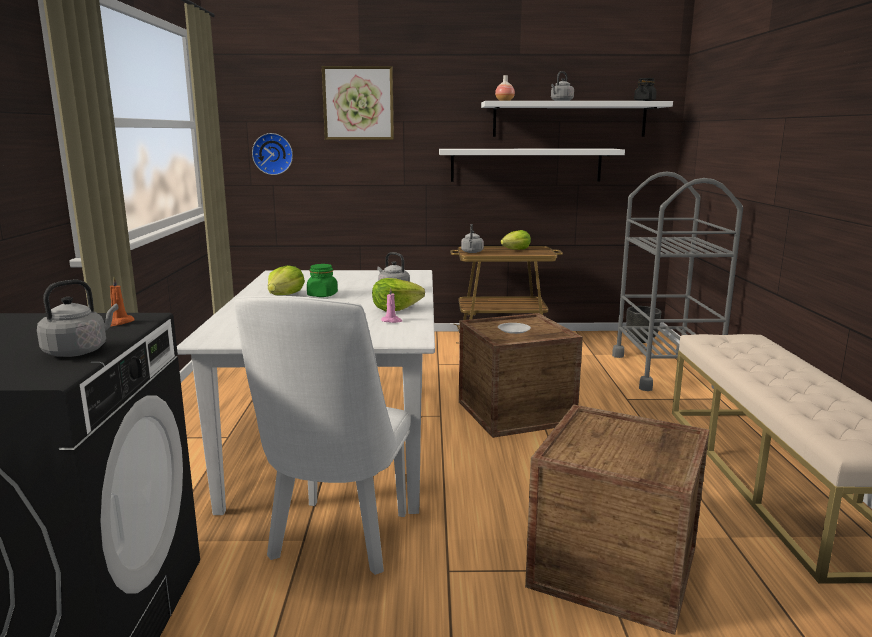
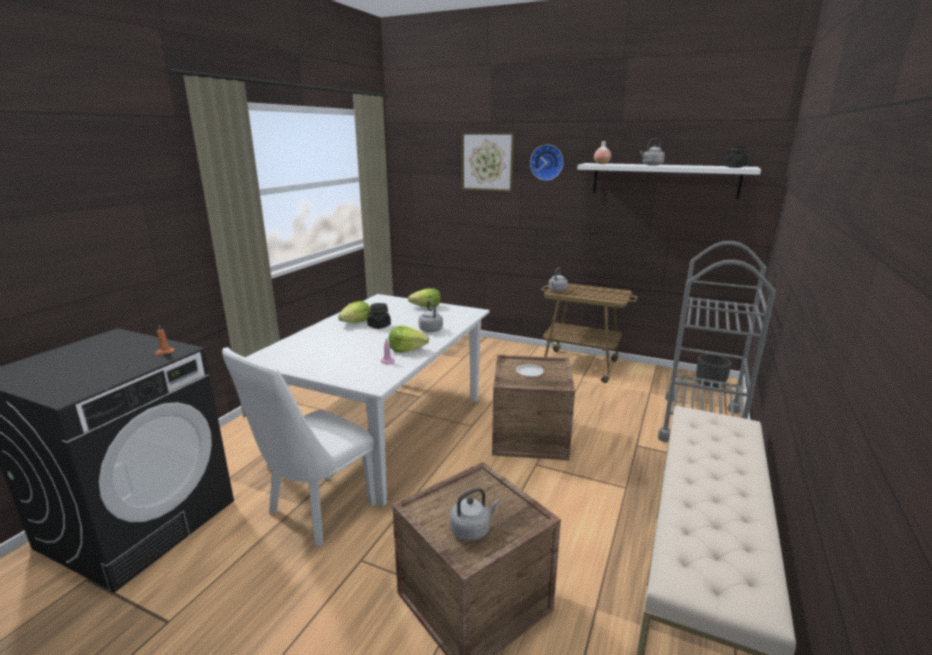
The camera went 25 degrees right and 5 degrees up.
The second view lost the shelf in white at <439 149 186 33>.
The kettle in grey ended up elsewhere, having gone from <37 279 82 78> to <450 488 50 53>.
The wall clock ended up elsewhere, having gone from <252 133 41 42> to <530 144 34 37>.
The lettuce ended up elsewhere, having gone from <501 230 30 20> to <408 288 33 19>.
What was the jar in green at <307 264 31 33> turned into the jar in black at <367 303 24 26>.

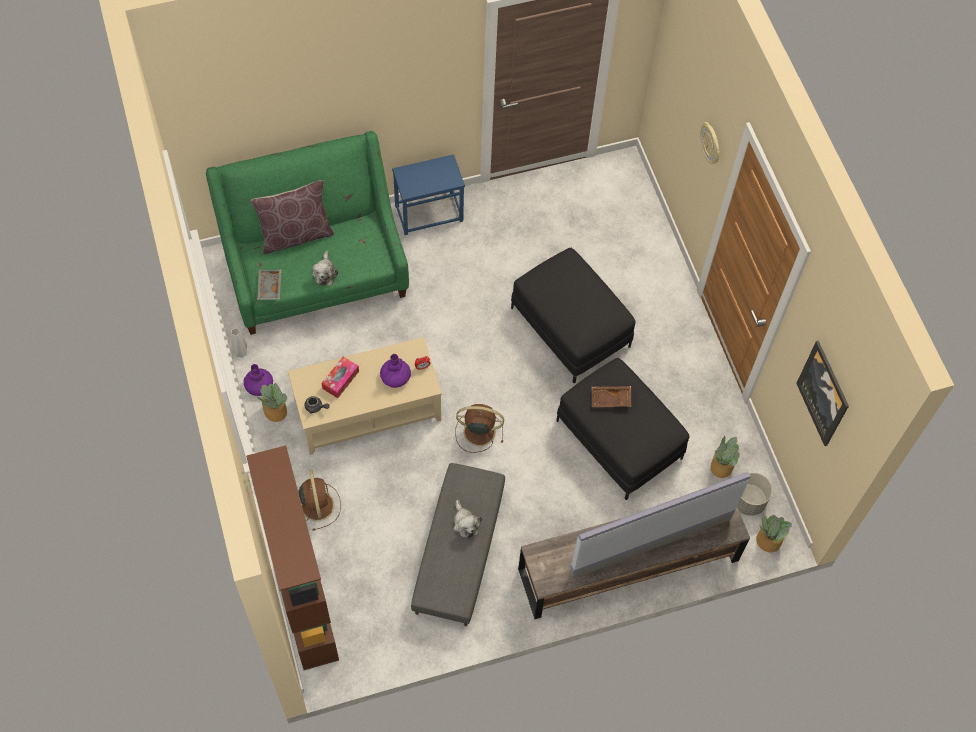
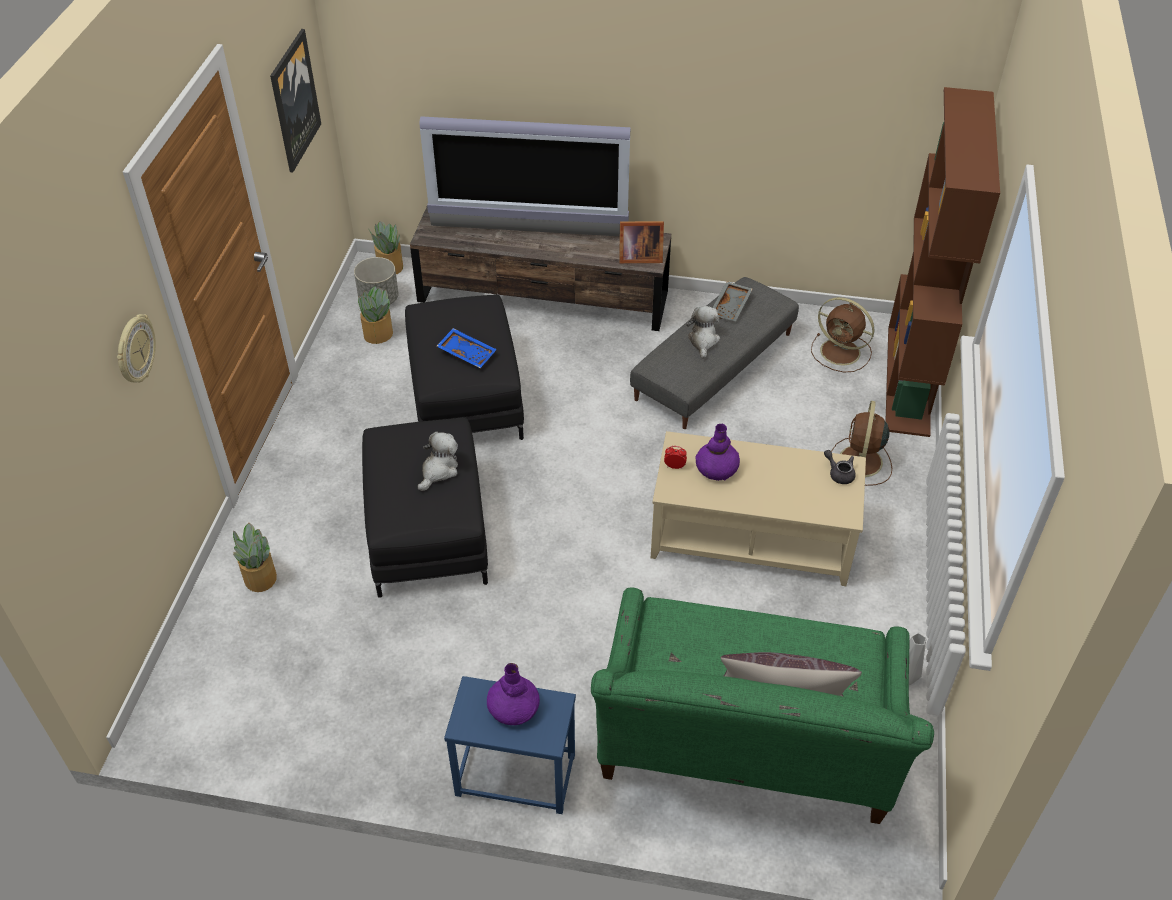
The camera went 150 degrees left and 15 degrees down.
The second view lost the tissue box at <322 357 37 41>.
The second view gained the picture frame at <619 221 45 42>.
The vase in purple ended up elsewhere, having gone from <244 364 29 32> to <487 663 53 62>.
The tray in grey ended up elsewhere, having gone from <257 270 24 30> to <712 281 40 40>.
The potted plant ended up elsewhere, having gone from <257 383 30 39> to <233 523 44 69>.
The plush toy ended up elsewhere, having gone from <312 251 26 35> to <418 432 40 59>.
The fan in brown ended up elsewhere, having gone from <455 404 49 49> to <811 297 63 75>.
What was the tray in brown at <592 386 39 21> turned into the tray in blue at <437 328 60 40>.

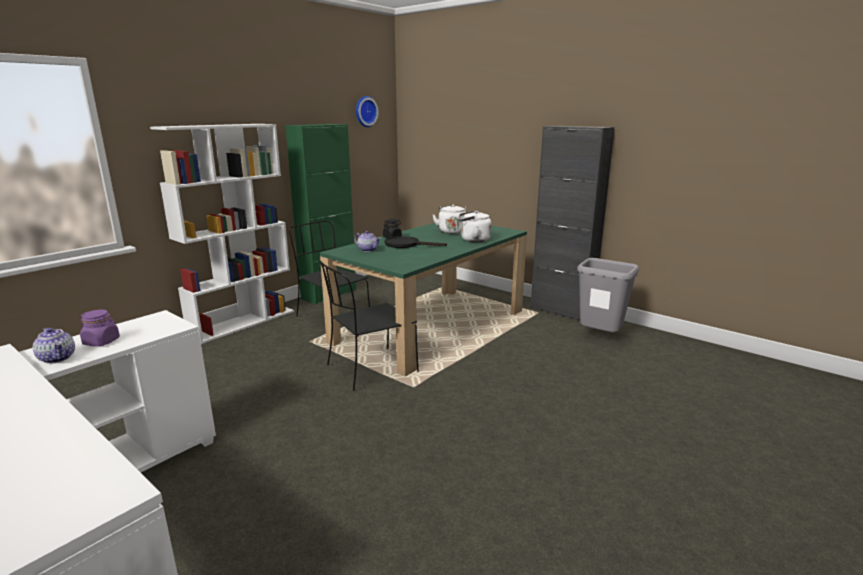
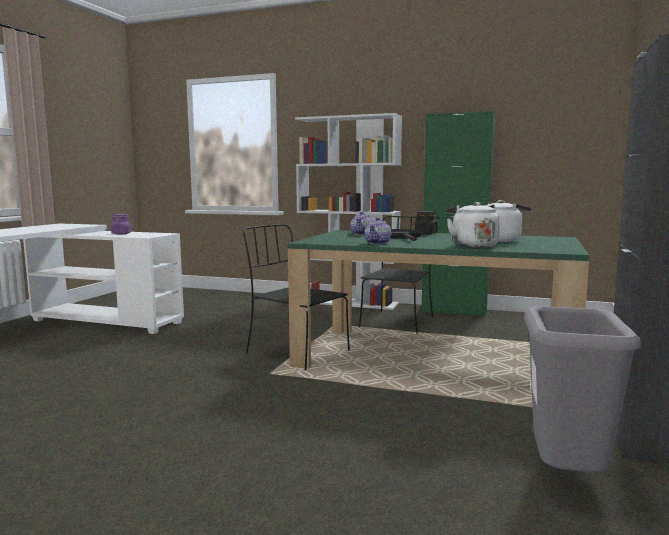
The camera went 70 degrees right and 10 degrees down.
The second view lost the wall clock at <356 96 23 31>.
The teapot ended up elsewhere, having gone from <33 328 42 36> to <365 217 26 27>.

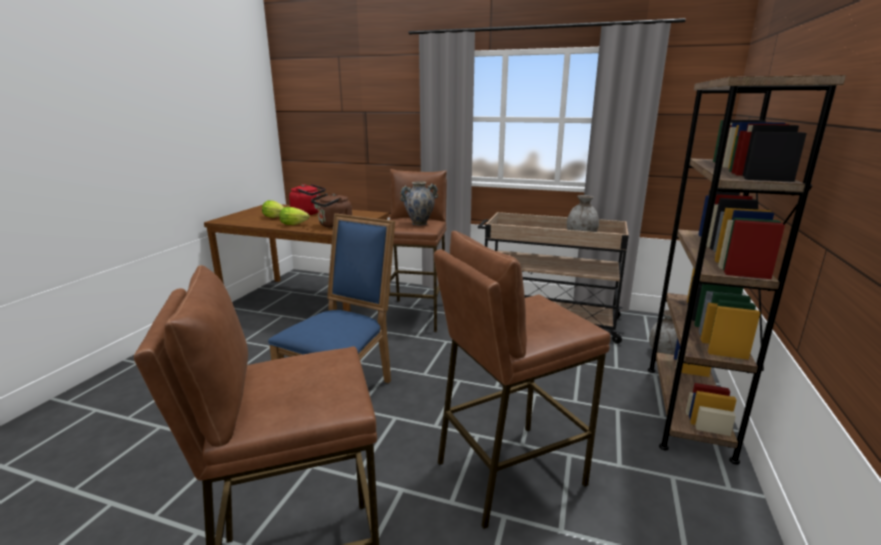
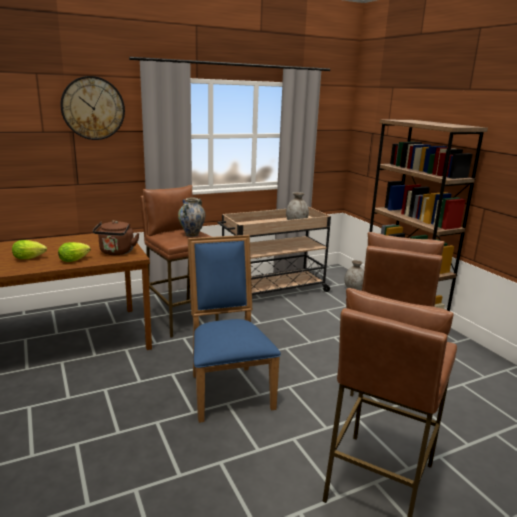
The camera went 45 degrees left and 0 degrees up.
The second view lost the kettle in red at <289 184 37 31>.
The second view gained the wall clock at <60 76 65 64>.

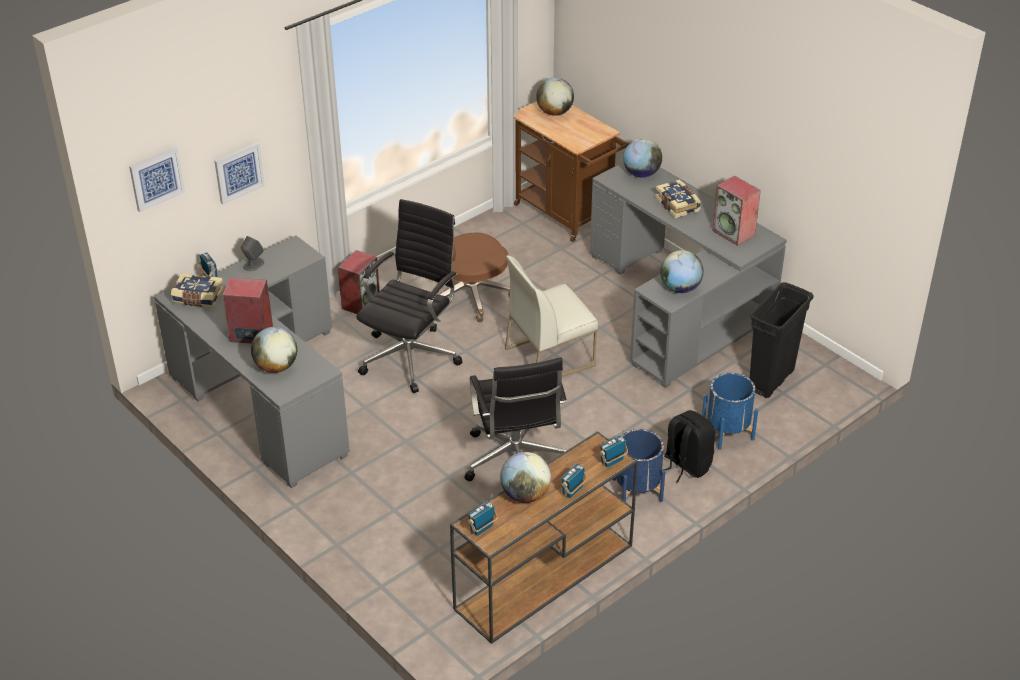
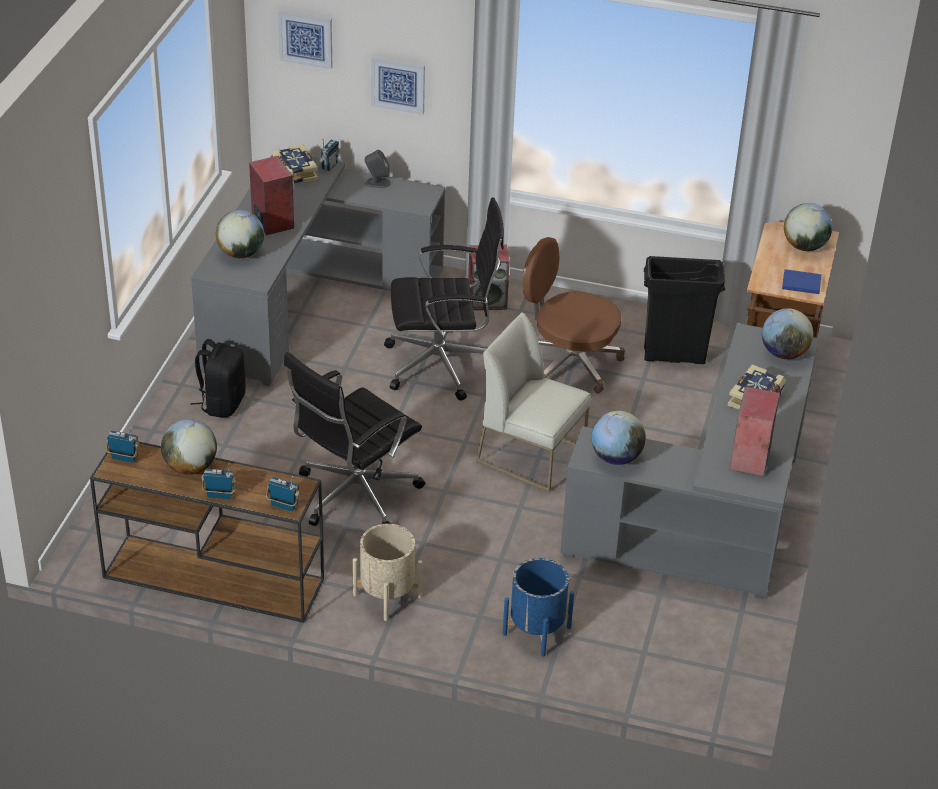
The camera went 55 degrees right and 0 degrees up.
The second view gained the book in blue at <782 269 39 25>.
The backpack in black ended up elsewhere, having gone from <663 410 52 73> to <191 339 55 79>.
The trash can in black ended up elsewhere, having gone from <750 282 64 116> to <644 256 81 108>.
What was the planter in blue at <612 429 53 73> turned into the planter in beige at <353 524 69 97>.

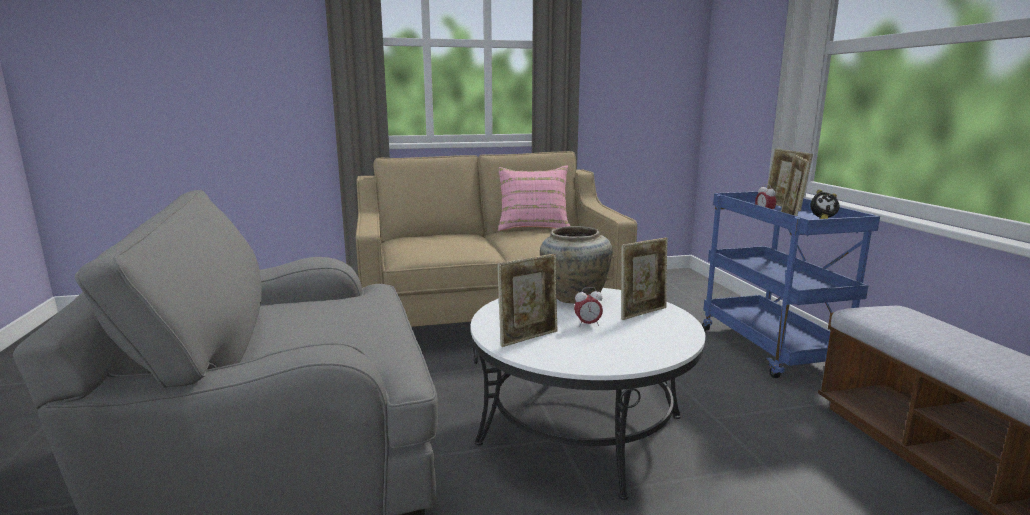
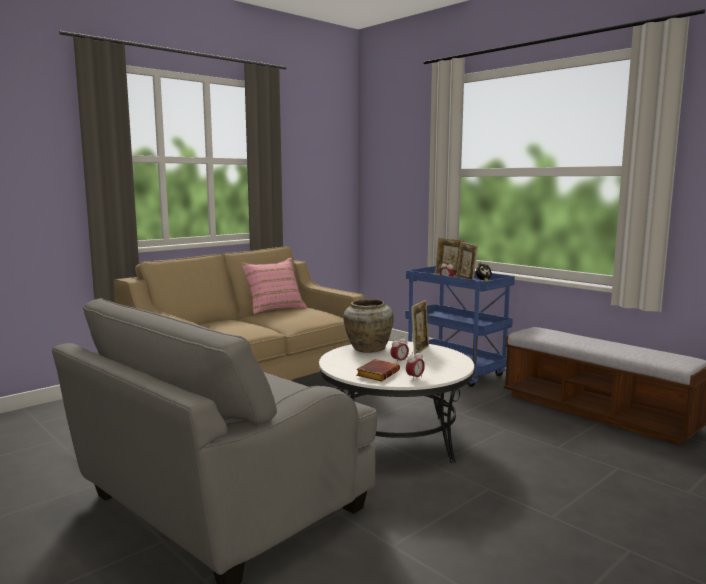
The camera went 30 degrees left and 5 degrees down.
The second view gained the alarm clock at <406 350 19 31>.
Where the picture frame stood at <497 254 60 93>, the book in brown came to stand at <356 359 44 23>.

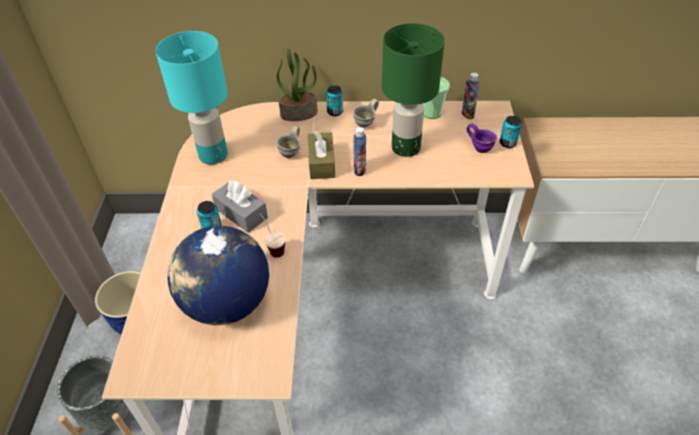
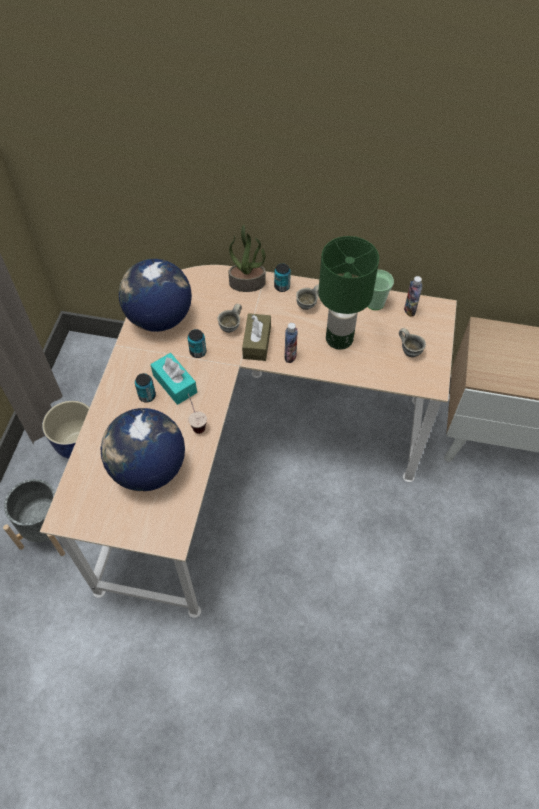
The camera went 10 degrees right and 10 degrees up.
The can ended up elsewhere, having gone from <500 116 22 32> to <188 329 18 29>.
Where the table lamp in turquoise stood at <156 31 72 133>, the globe came to stand at <119 259 73 73>.
What was the tissue box in grey at <212 180 56 53> turned into the tissue box in turquoise at <151 353 46 52>.
What was the mug in purple at <466 124 31 29> turned into the mug in grey at <399 328 27 30>.

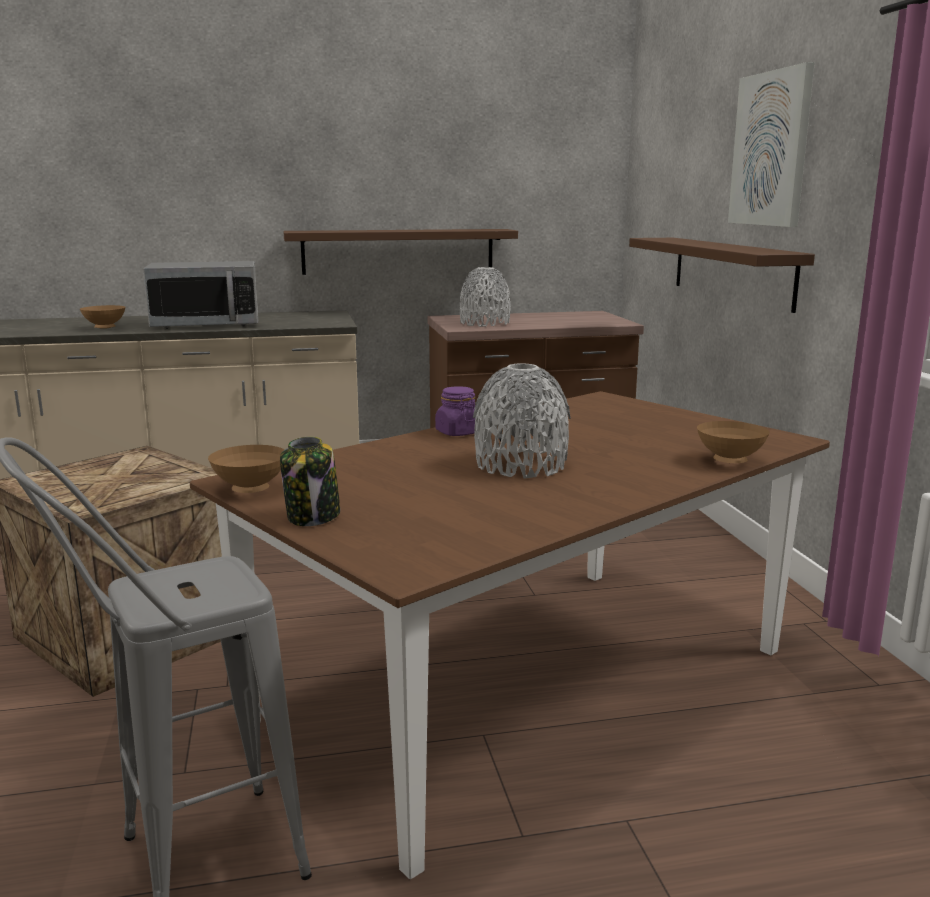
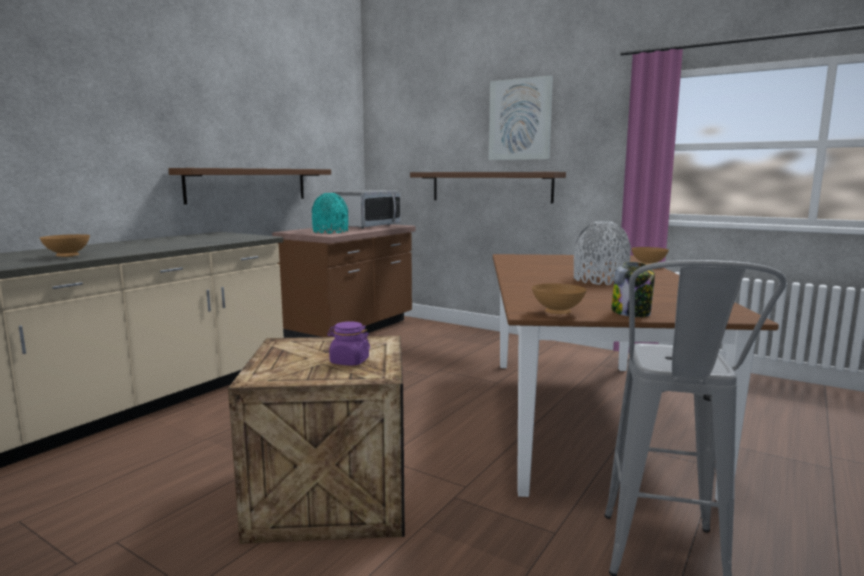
The camera went 45 degrees left and 5 degrees down.
The microwave ended up elsewhere, having gone from <143 261 115 68> to <332 190 69 39>.
The jar in purple ended up elsewhere, having gone from <435 386 40 50> to <327 321 43 44>.
What was the vase in grey at <460 267 51 60> turned into the vase in turquoise at <312 193 36 41>.

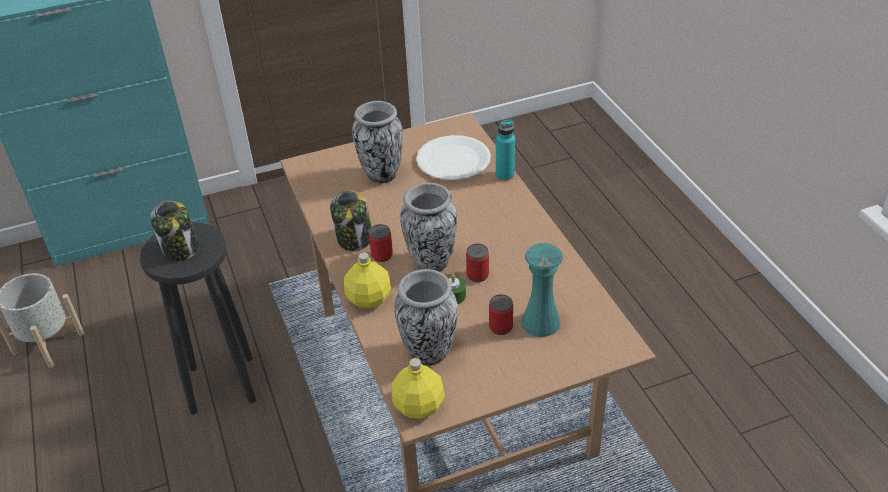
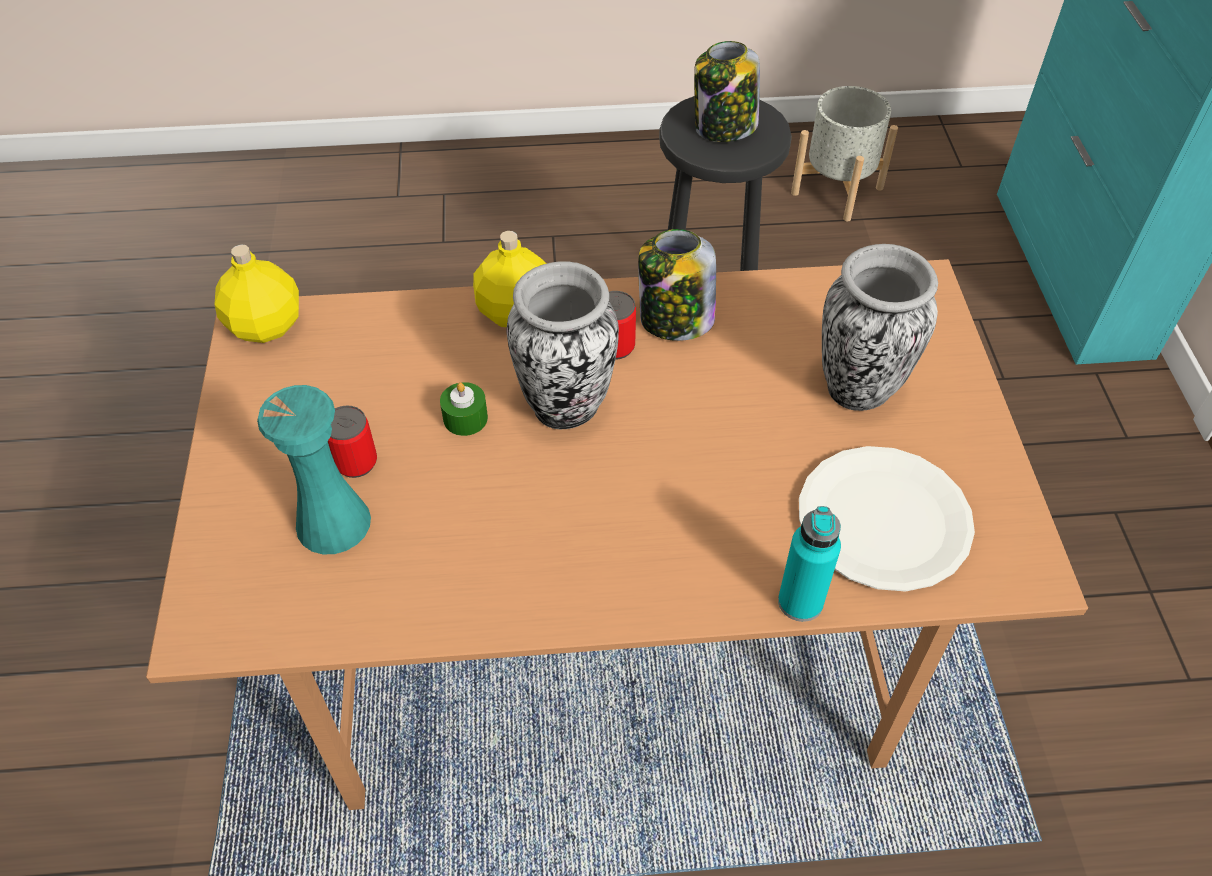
The camera went 105 degrees right and 10 degrees up.
The second view lost the vase at <394 269 64 97>.
The second view lost the can at <466 244 23 38>.

